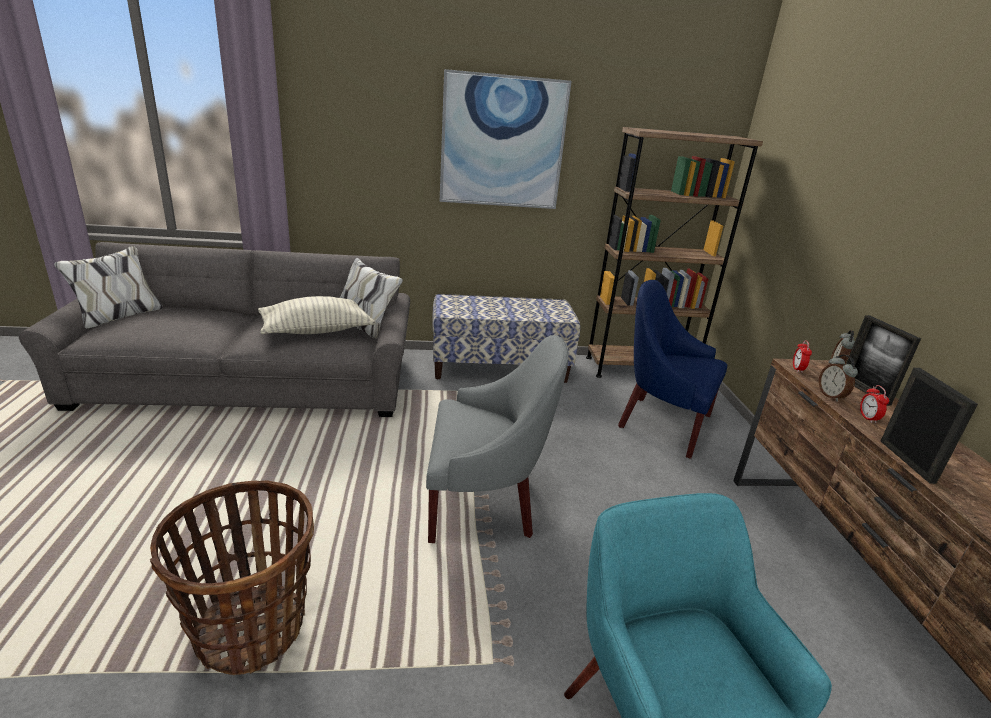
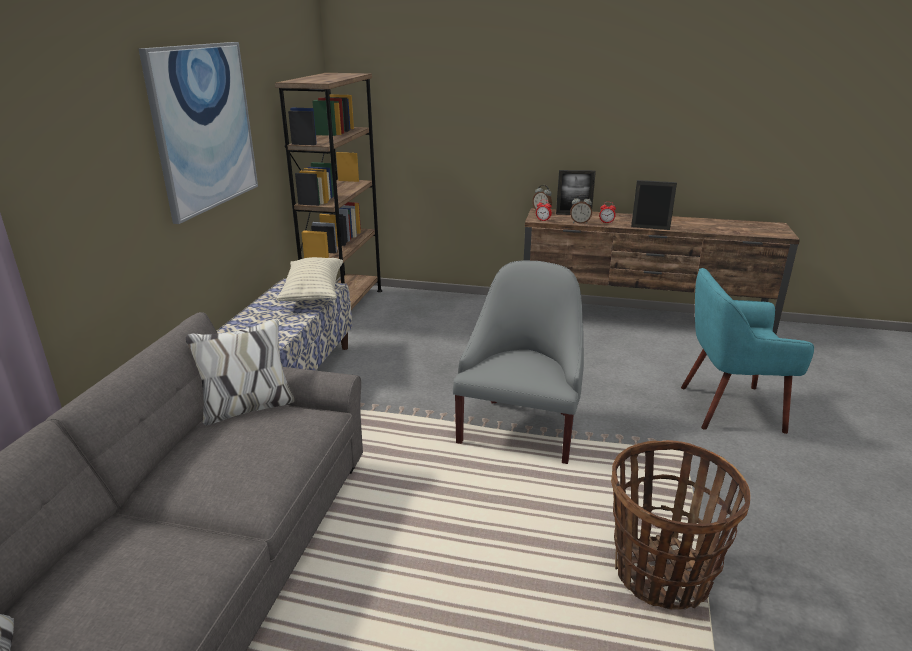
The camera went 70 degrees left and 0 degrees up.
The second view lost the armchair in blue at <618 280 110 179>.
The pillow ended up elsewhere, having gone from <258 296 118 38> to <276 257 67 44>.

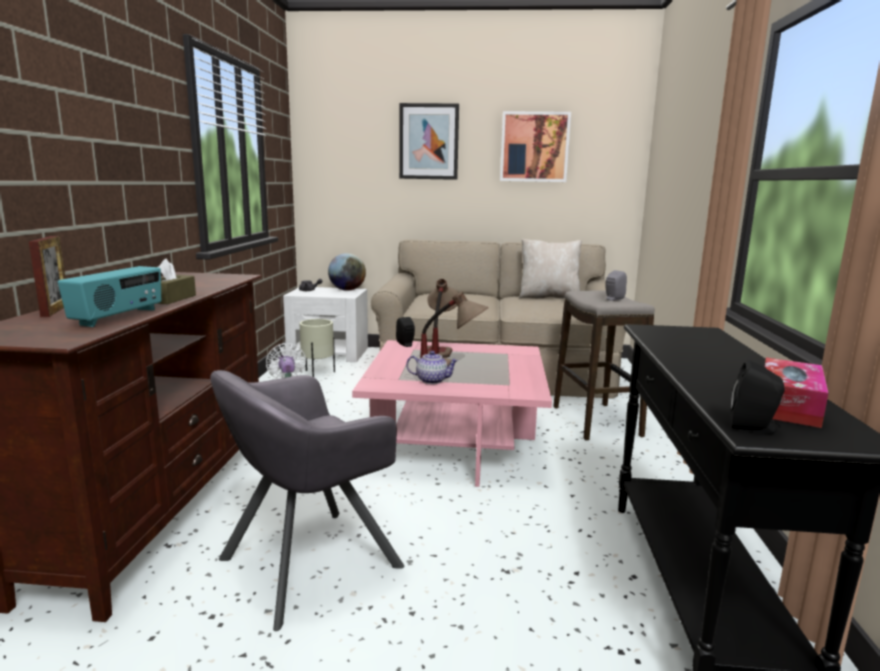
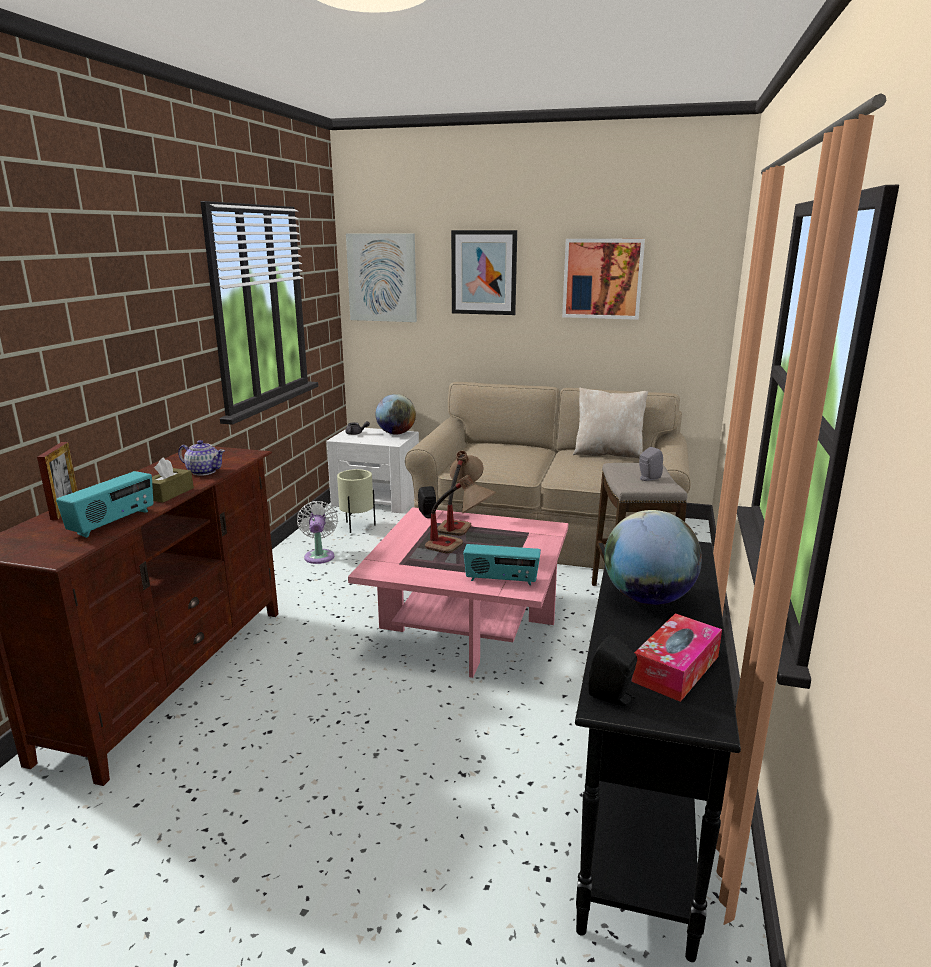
The camera went 10 degrees right and 5 degrees up.
The second view lost the armchair in grey at <210 370 195 261>.
The second view gained the picture at <346 234 71 88>.
The second view gained the radio at <463 544 78 41>.
The second view gained the globe at <604 510 98 95>.
The teapot ended up elsewhere, having gone from <406 351 53 33> to <178 440 47 36>.

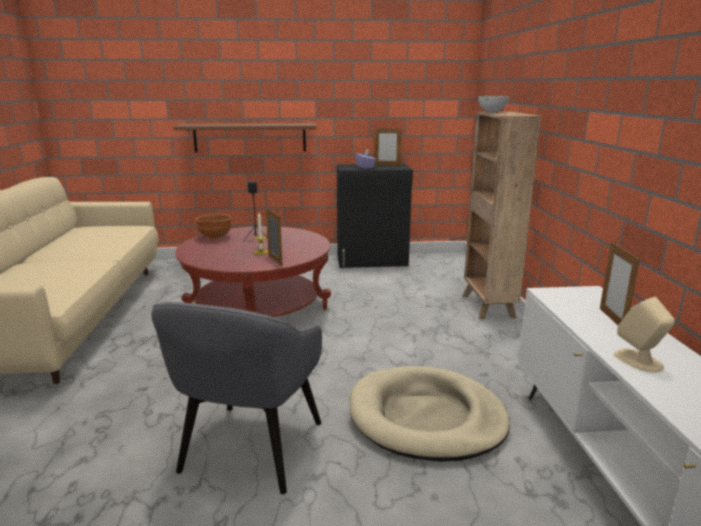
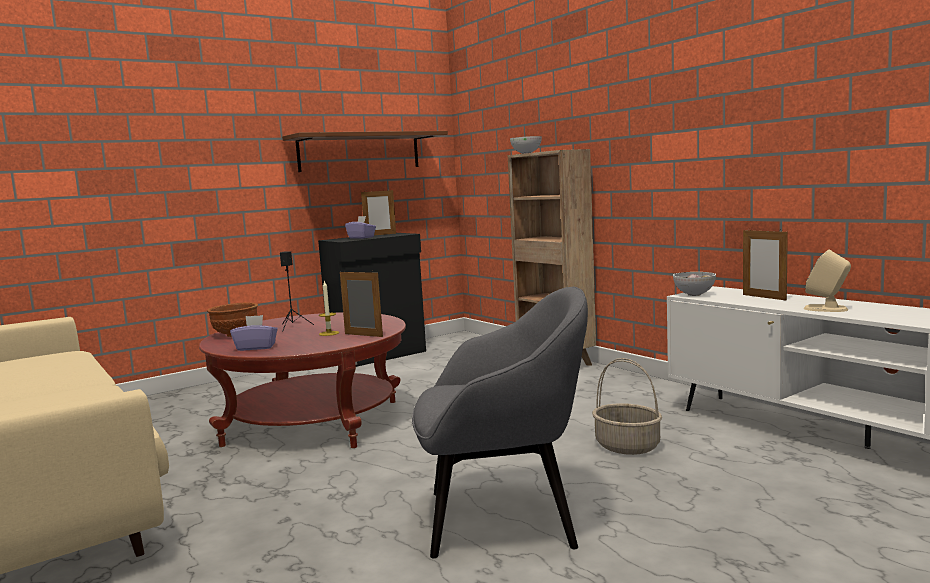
The camera went 30 degrees left and 10 degrees down.
The second view gained the tissue box in purple at <230 315 48 36>.
The second view gained the bowl at <673 272 43 24>.
The shelf in brown ended up elsewhere, having gone from <173 123 143 30> to <282 131 166 41>.
Where the dog bed in beige stood at <349 366 161 96>, the basket came to stand at <592 358 70 97>.
The armchair in grey at <151 302 171 192> ended up facing another way, 75 degrees counterclockwise from before.

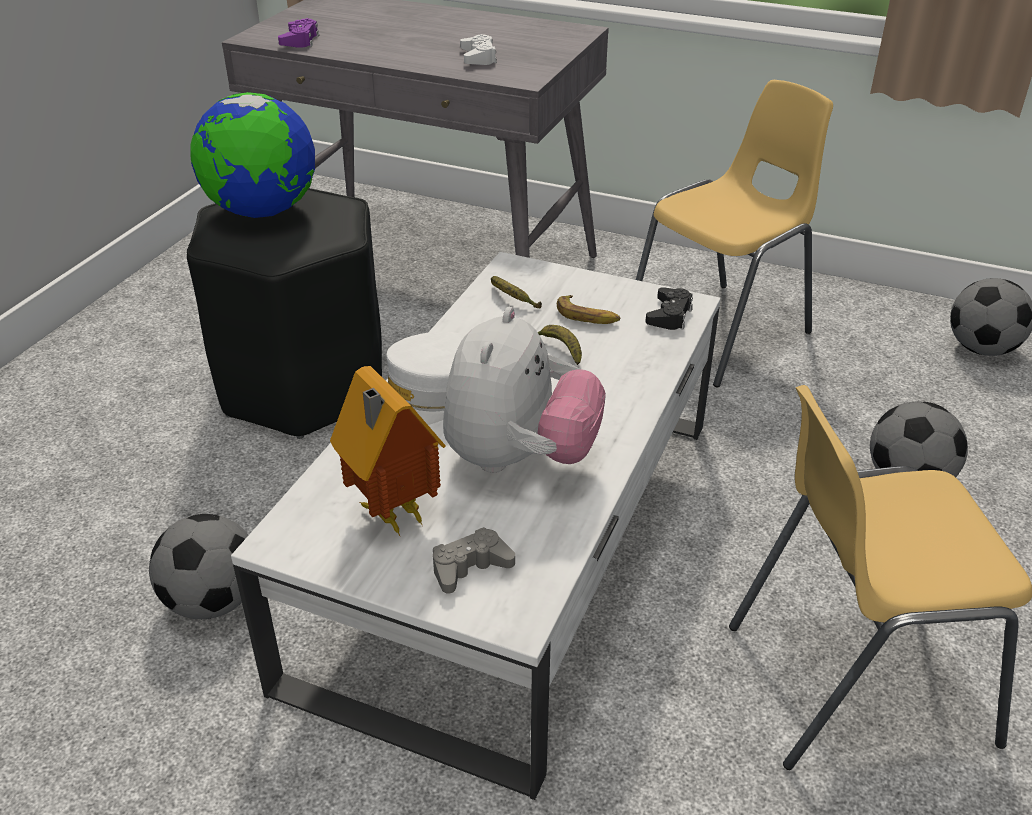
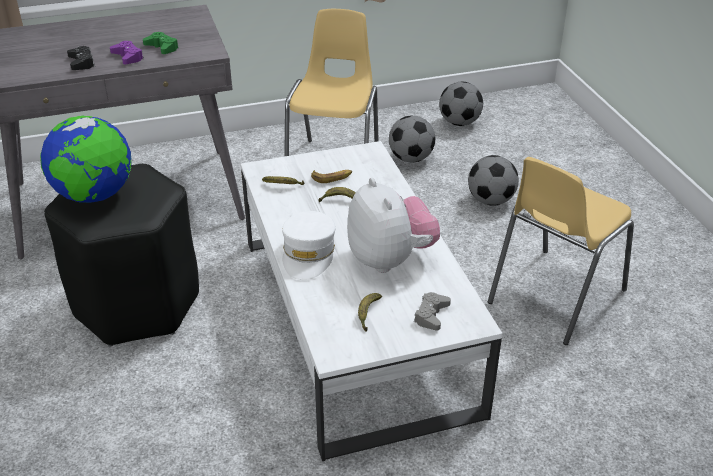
The camera went 40 degrees left and 0 degrees up.
The football ended up elsewhere, having gone from <149 514 99 105> to <389 116 46 46>.
The game controller in purple ended up elsewhere, having gone from <278 18 41 30> to <110 41 34 23>.
The game controller in black ended up elsewhere, having gone from <645 287 48 43> to <67 46 28 24>.
Where the toy house stood at <330 366 116 170>, the banana came to stand at <358 293 24 39>.
What was the game controller in white at <460 34 37 31> turned into the game controller in green at <143 32 36 22>.

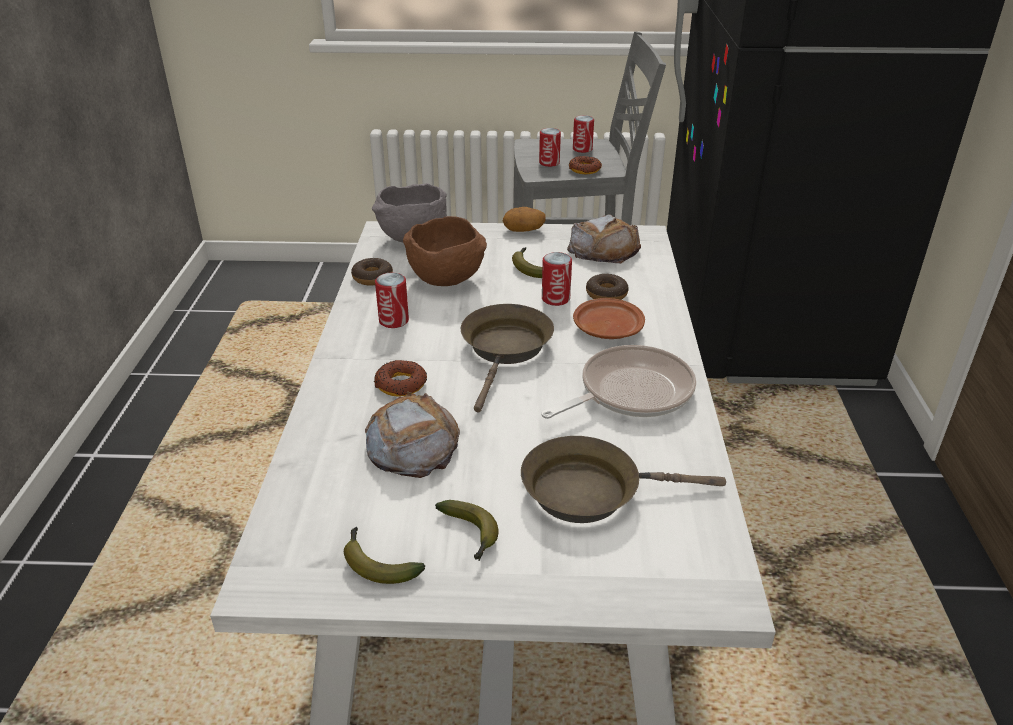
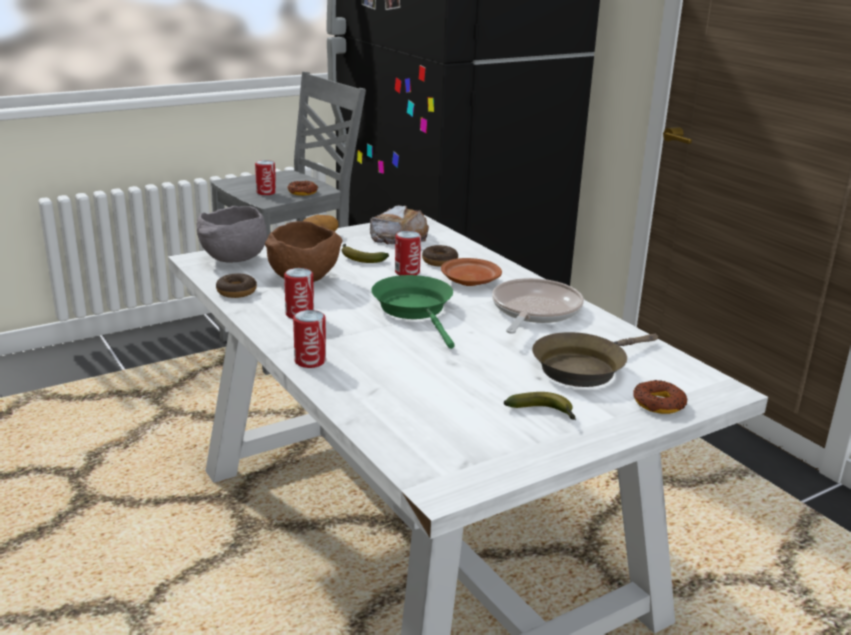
The camera went 35 degrees left and 10 degrees down.
The second view lost the banana at <344 527 81 57>.
The second view lost the bread at <365 391 95 87>.
The donut ended up elsewhere, having gone from <374 360 53 36> to <633 380 55 34>.
The can ended up elsewhere, having gone from <573 115 21 38> to <293 310 33 58>.
What was the frying pan in brown at <461 304 93 109> turned into the frying pan in green at <371 275 84 74>.

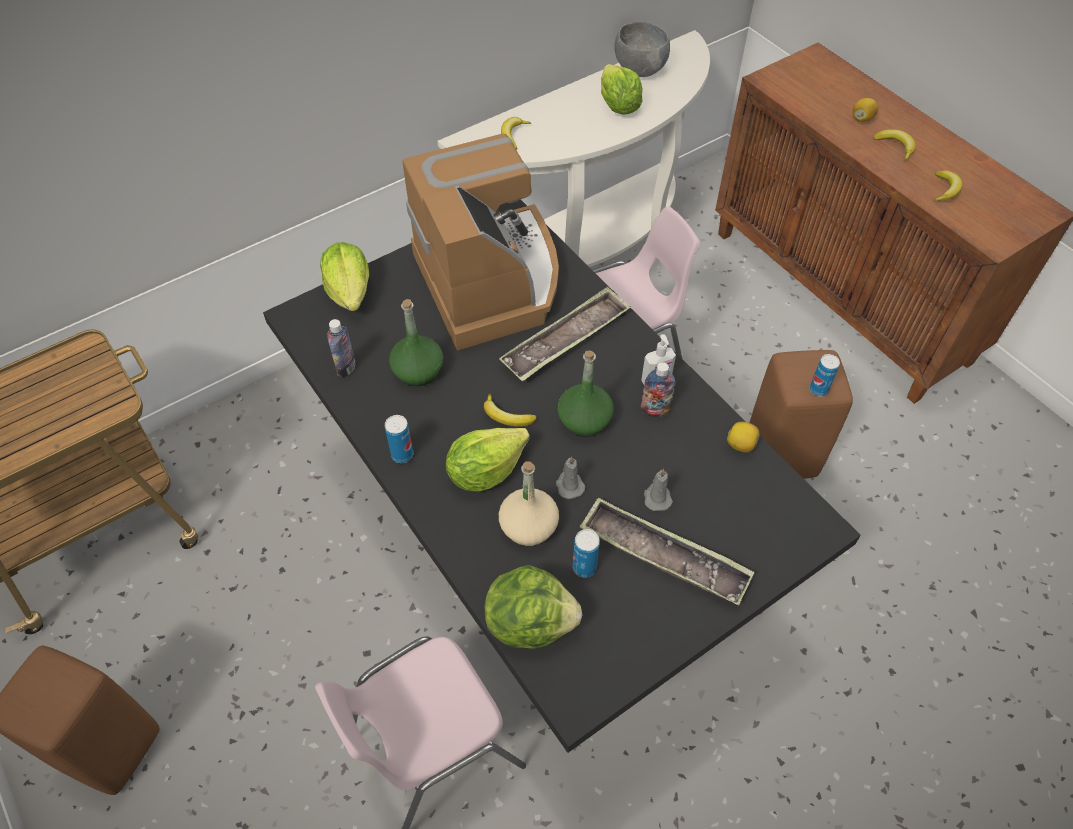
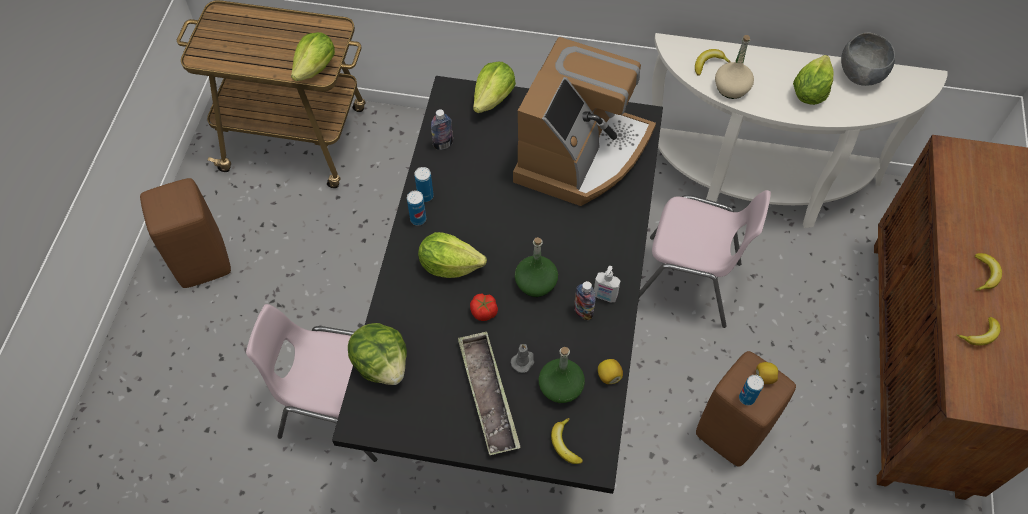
The camera went 45 degrees right and 5 degrees up.
The second view lost the tray at <499 286 132 95>.
The second view gained the lettuce at <291 32 44 49>.
The bottle in green ended up elsewhere, having gone from <389 299 54 87> to <539 347 46 56>.
The banana ended up elsewhere, having gone from <484 394 53 32> to <551 418 32 46>.
The bottle in beige ended up elsewhere, having gone from <499 461 60 85> to <715 35 39 64>.
The can ended up elsewhere, having gone from <573 529 27 49> to <414 167 20 35>.
The lemon ended up elsewhere, having gone from <853 98 25 24> to <755 362 23 22>.
Where the candle in grey stood at <556 456 30 43>, the tomato came to stand at <470 293 28 28>.

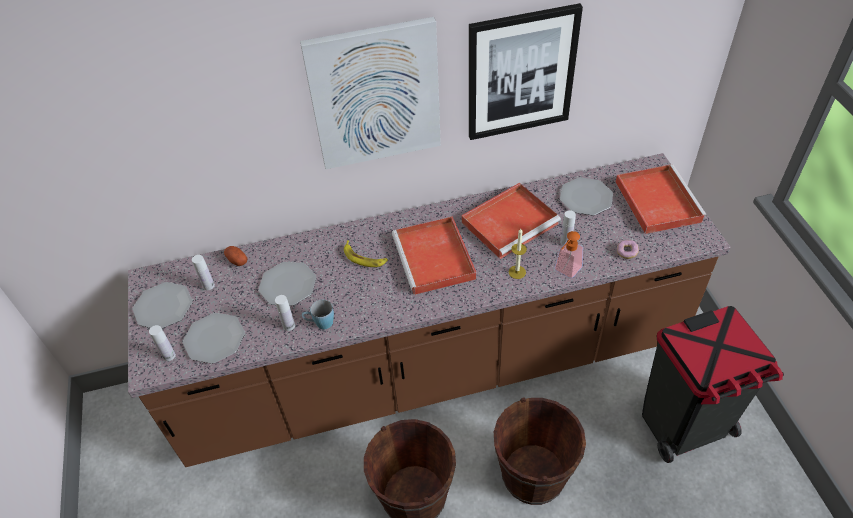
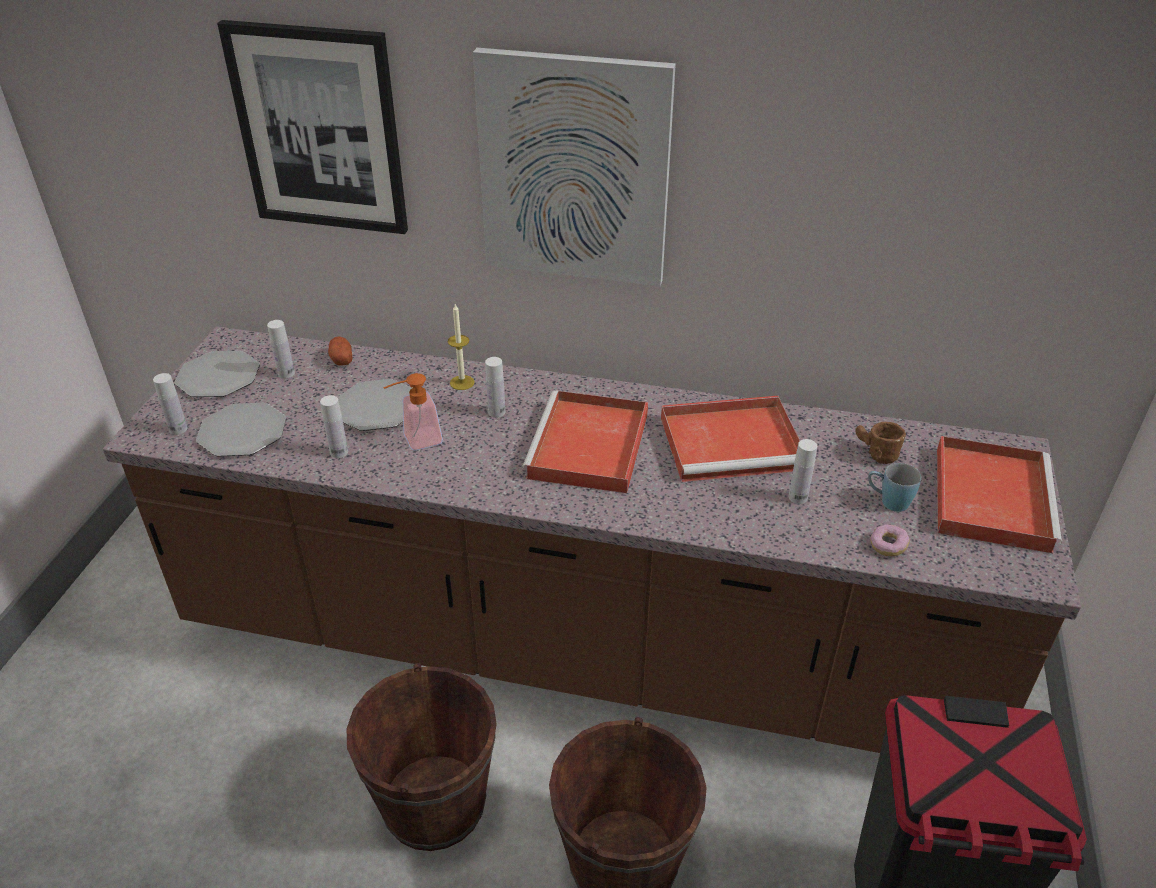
The camera went 25 degrees right and 10 degrees down.
The mug in blue ended up elsewhere, having gone from <302 300 32 29> to <868 463 53 49>.
The picture ended up elsewhere, having gone from <469 3 114 137> to <217 20 191 214>.
The candle ended up elsewhere, having gone from <509 229 18 50> to <448 304 27 86>.
The soap dispenser ended up elsewhere, having gone from <554 231 29 47> to <383 373 60 78>.
Where the banana stood at <344 240 44 27>, the bottle in white came to stand at <485 357 20 61>.
Where the plate stood at <560 177 53 39>, the mug in brown came to stand at <855 422 51 42>.

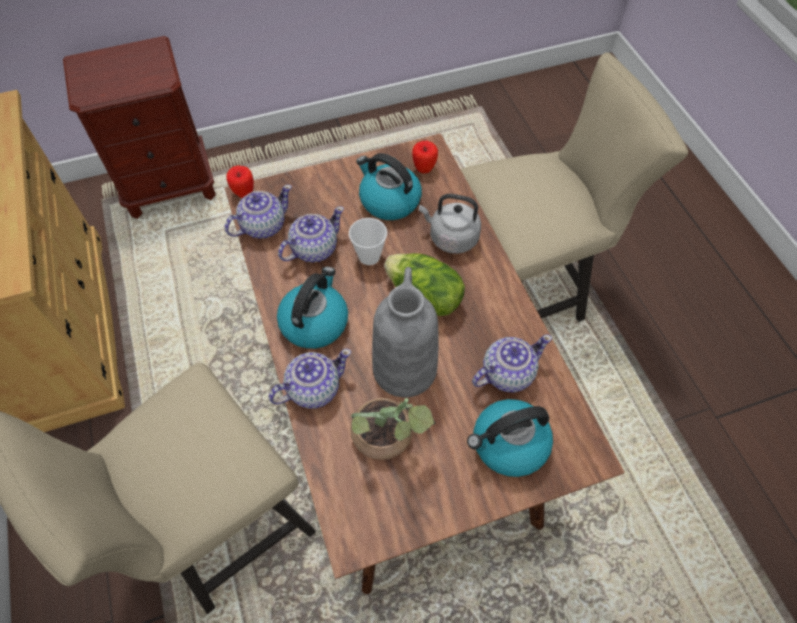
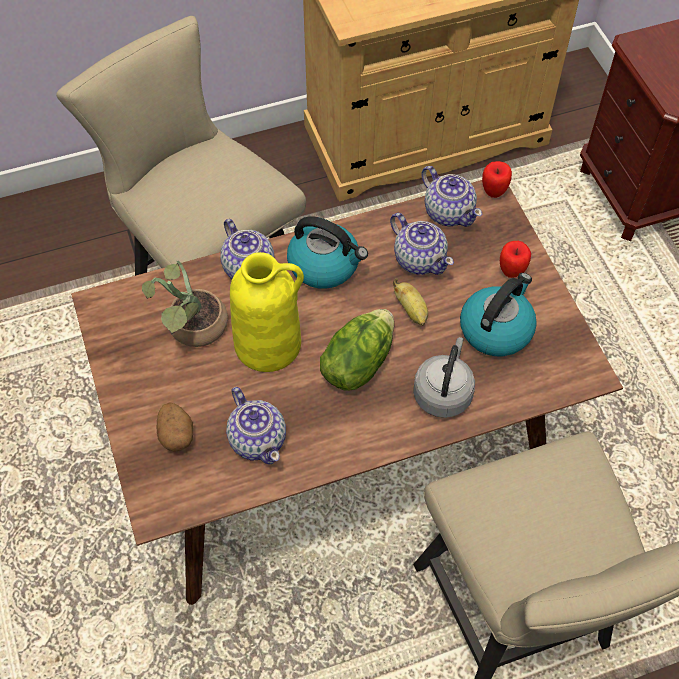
The camera went 90 degrees right and 0 degrees up.
The apple ended up elsewhere, having gone from <412 141 26 32> to <500 241 31 37>.
Where the cup stood at <349 218 38 47>, the banana came to stand at <393 278 35 48>.
Where the kettle stood at <467 399 86 78>, the potato came to stand at <157 402 36 50>.
What was the vase in grey at <372 267 66 130> turned into the vase in yellow at <230 252 74 120>.

